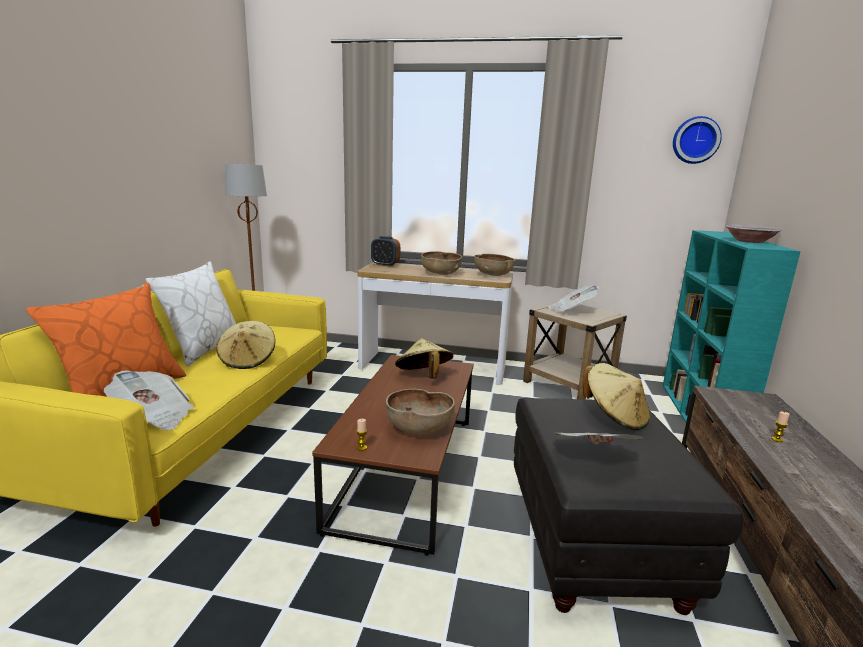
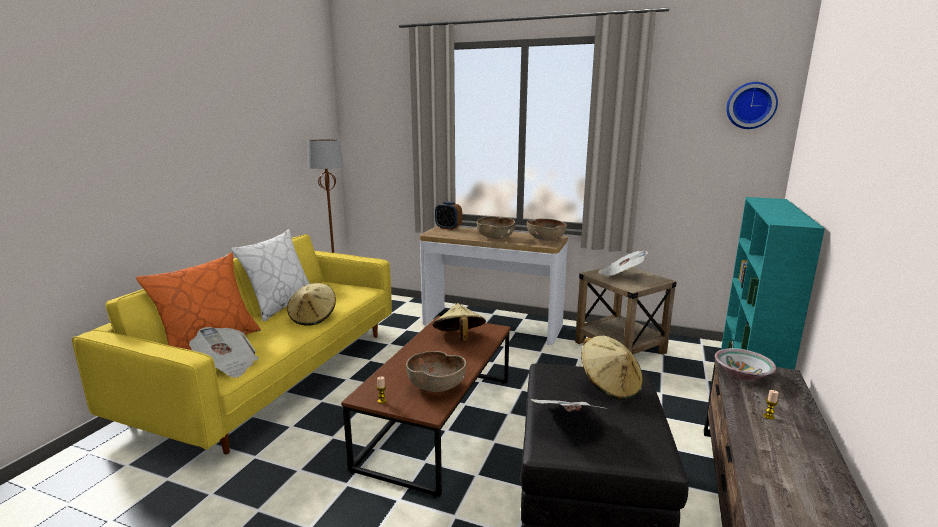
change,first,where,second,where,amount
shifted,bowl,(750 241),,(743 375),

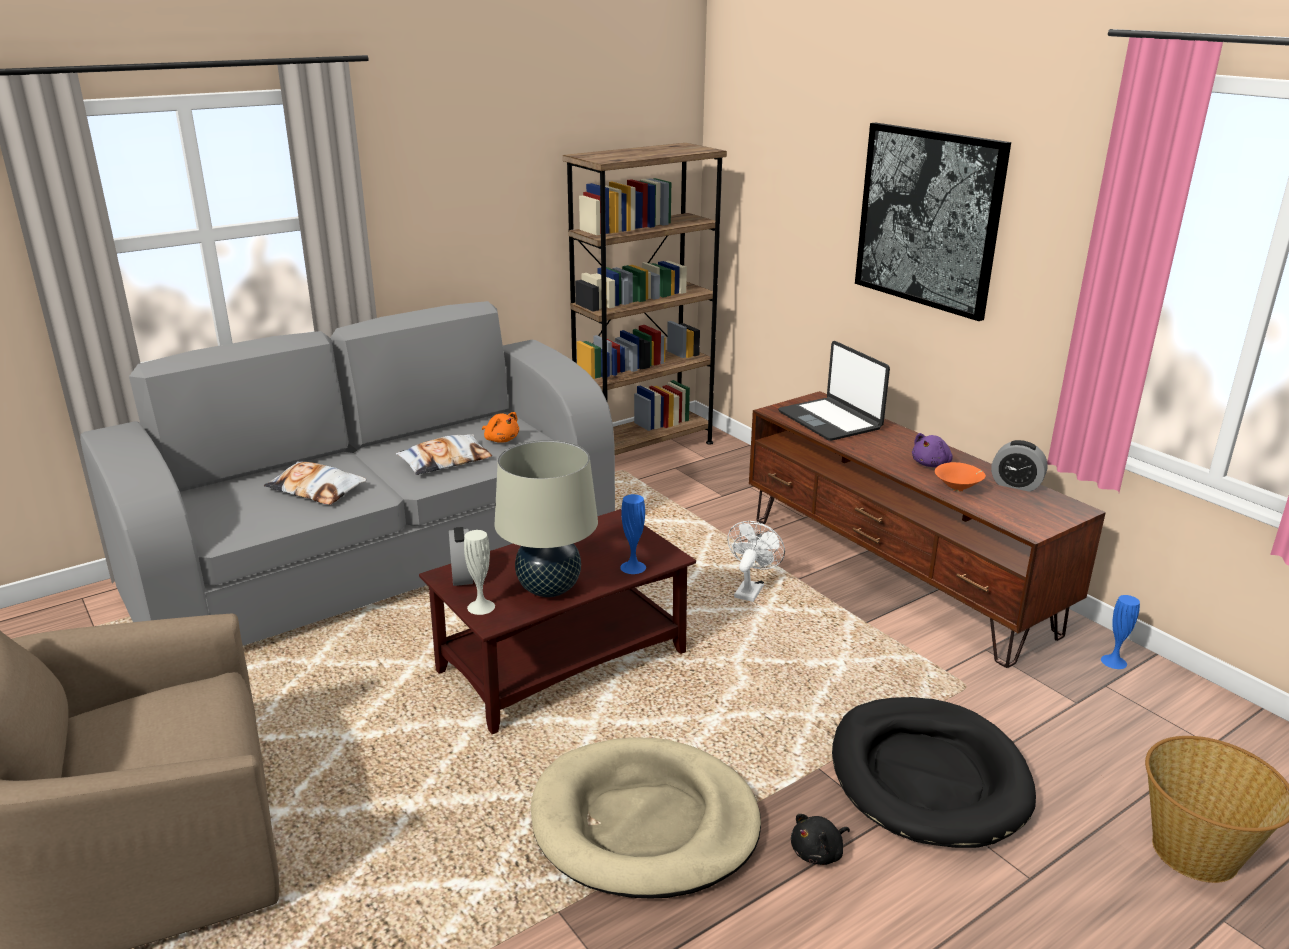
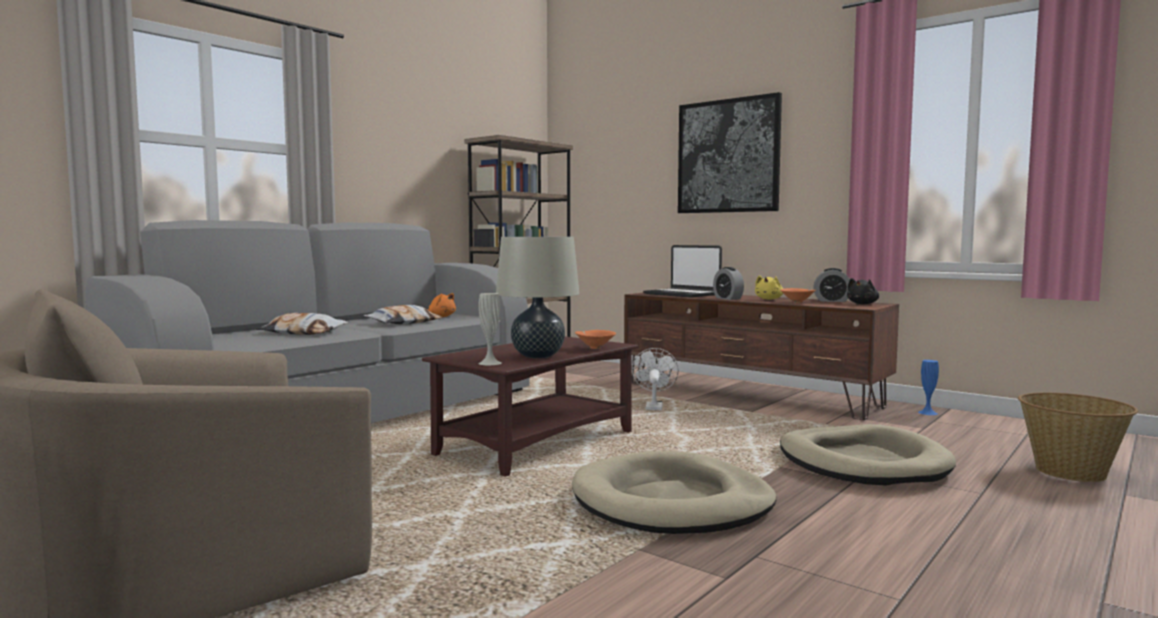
change,first,where,second,where,amount
shifted,alarm clock,(462 576),,(728 298),
shifted,black plush toy,(818 853),,(863 304),
swapped,blue vase,(633 567),orange bowl,(594 348),
repainted,black dog bed,(928 776),beige dog bed,(862 462),
repainted,purple plush toy,(931 464),yellow plush toy,(769 299),

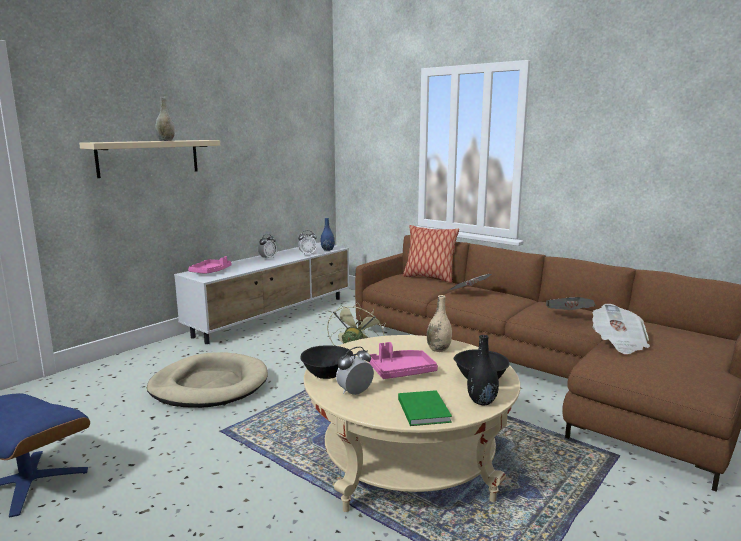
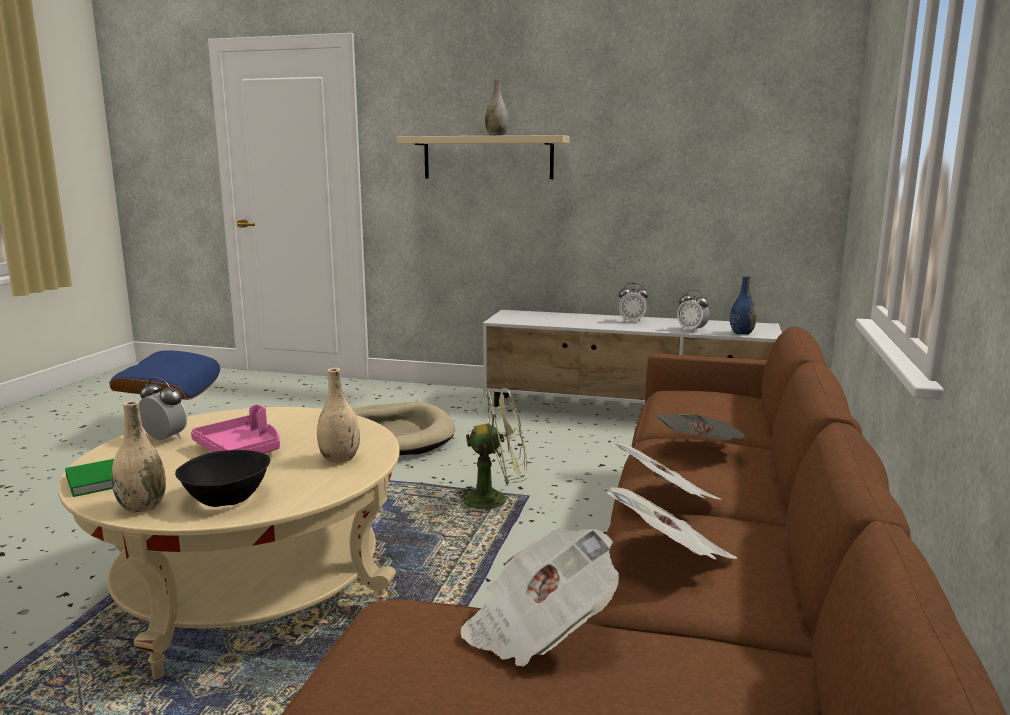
change,first,where,second,where,amount
gone,pink tray,(211 271),,,
gone,black bowl,(327 374),,,
gone,pillow,(429 278),,,
new,,,newspaper,(663 498),
repainted,black vase,(481 401),beige vase,(142 507),

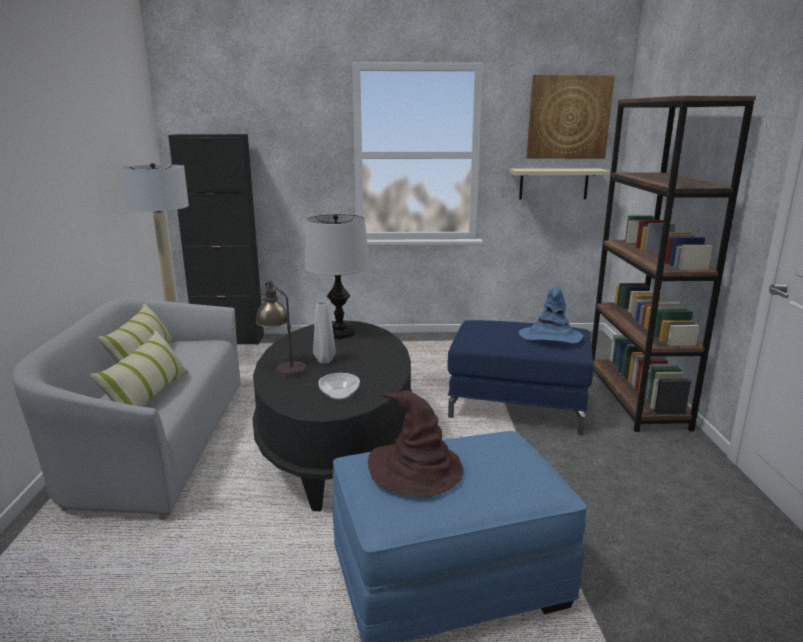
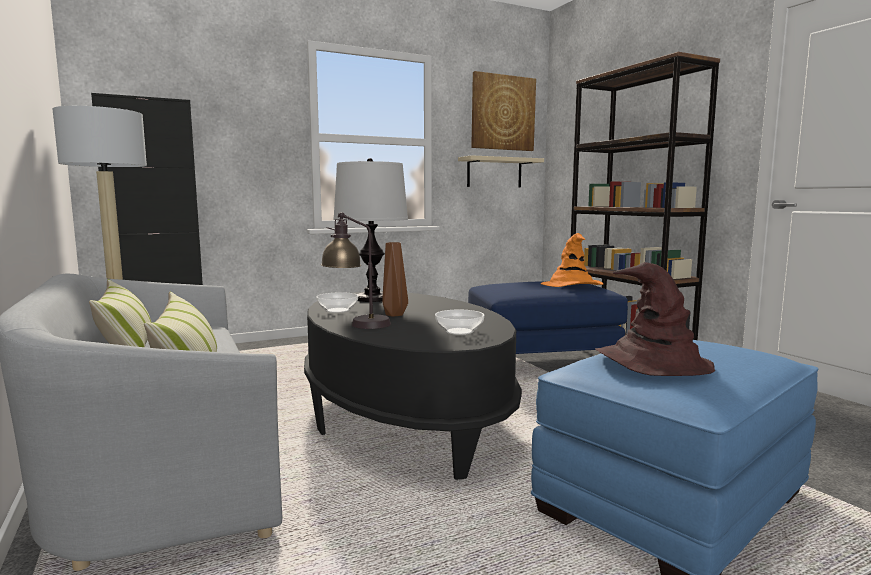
change,first,where,second,where,amount
new,,,bowl,(337 310),
repainted,grey vase,(324 361),brown vase,(393 315),
repainted,blue hat,(550 337),orange hat,(571 285),

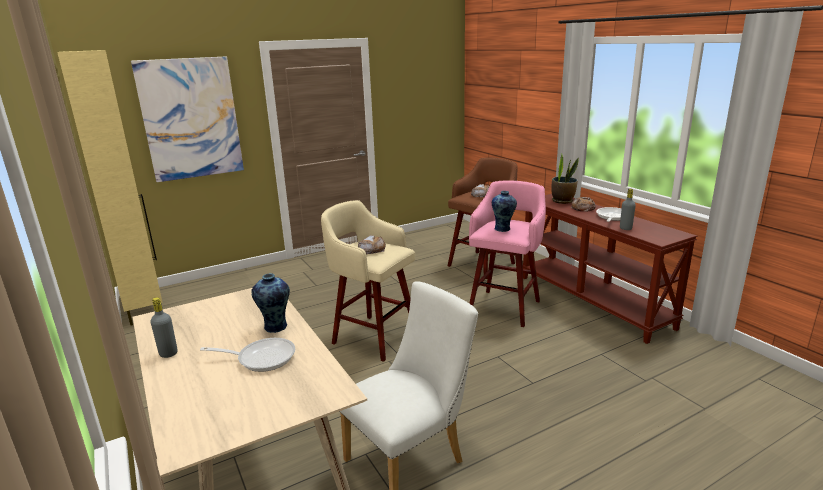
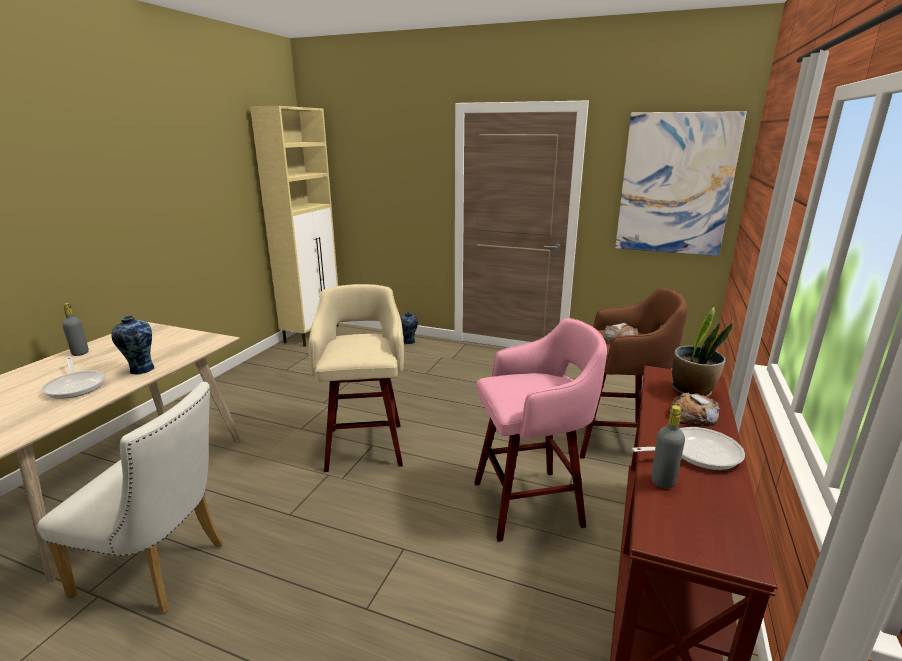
change,first,where,second,where,amount
gone,bread,(372 249),,,
shifted,picture,(191 119),,(675 184),
shifted,vase,(503 229),,(409 342),

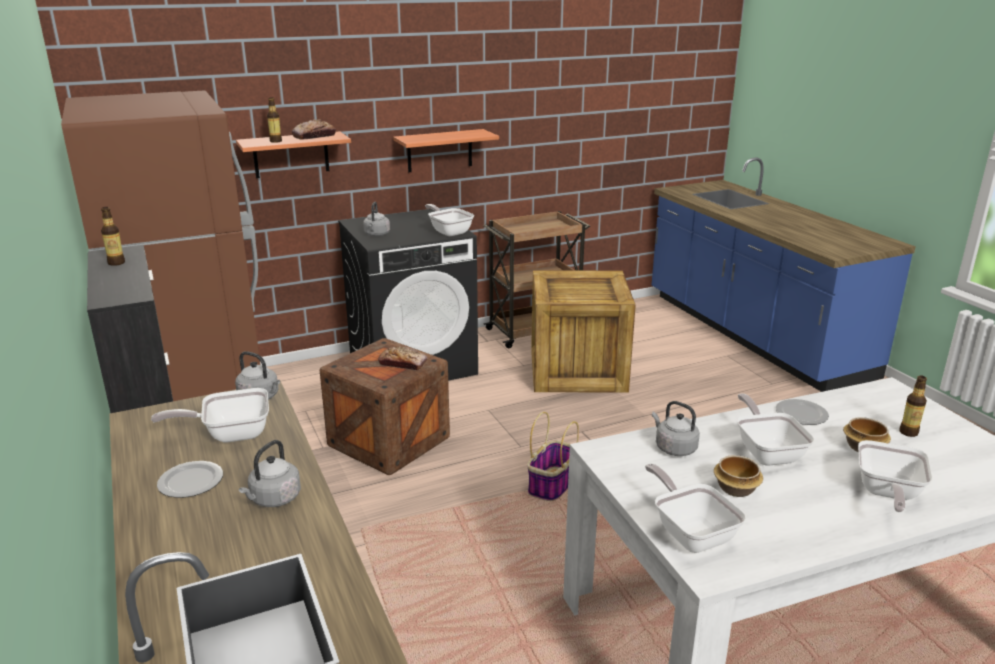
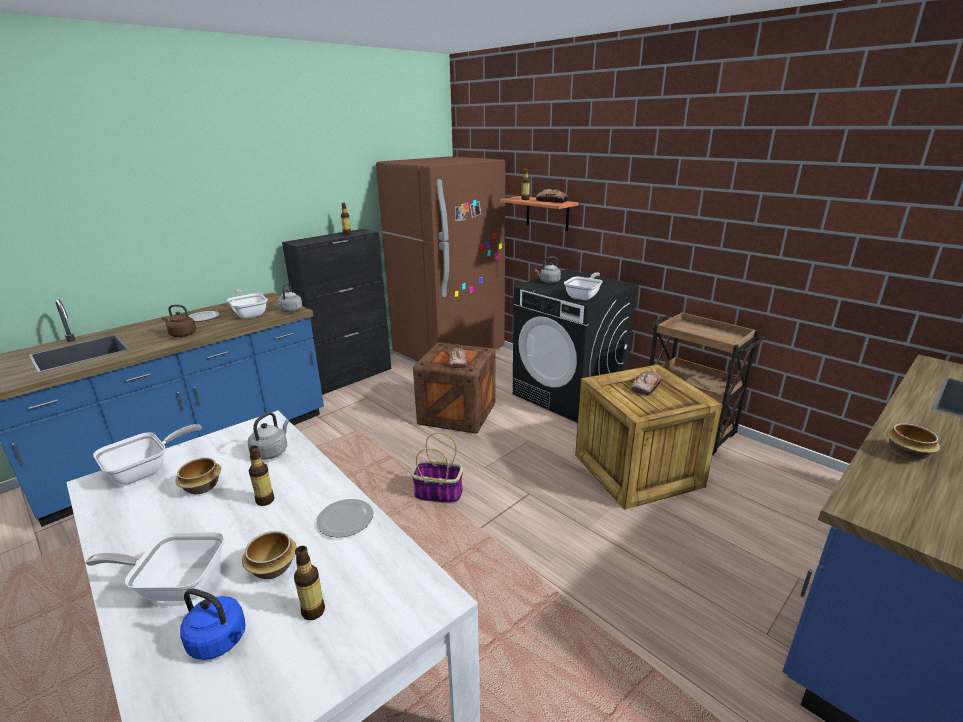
change,first,where,second,where,amount
gone,shelf,(439 150),,,
new,,,blue kettle,(220 641),
new,,,bread,(646 387),
new,,,bowl,(907 453),
swapped,frying pan,(767 451),bottle,(265 500),
repainted,grey kettle,(273 499),brown kettle,(181 334),

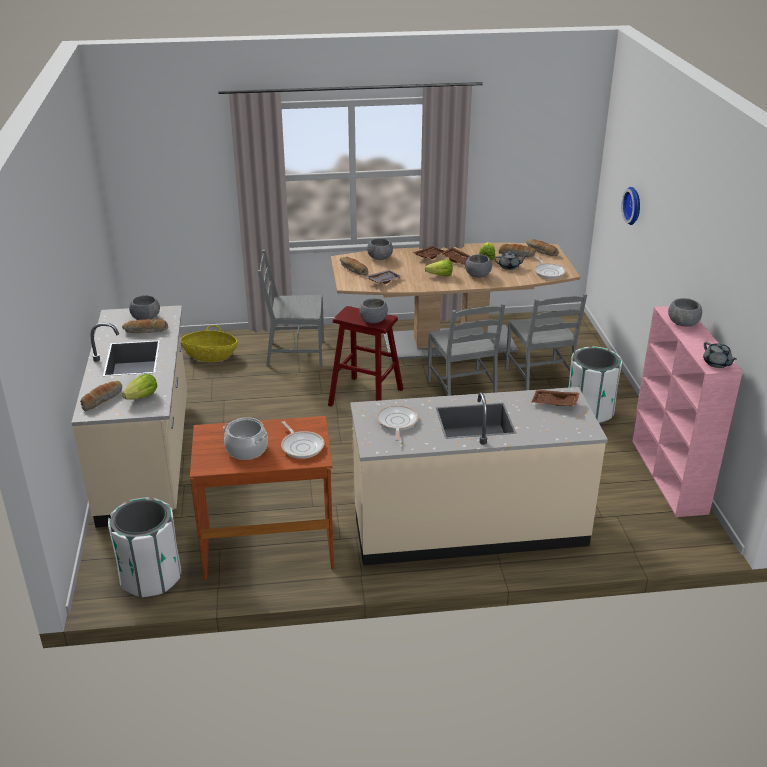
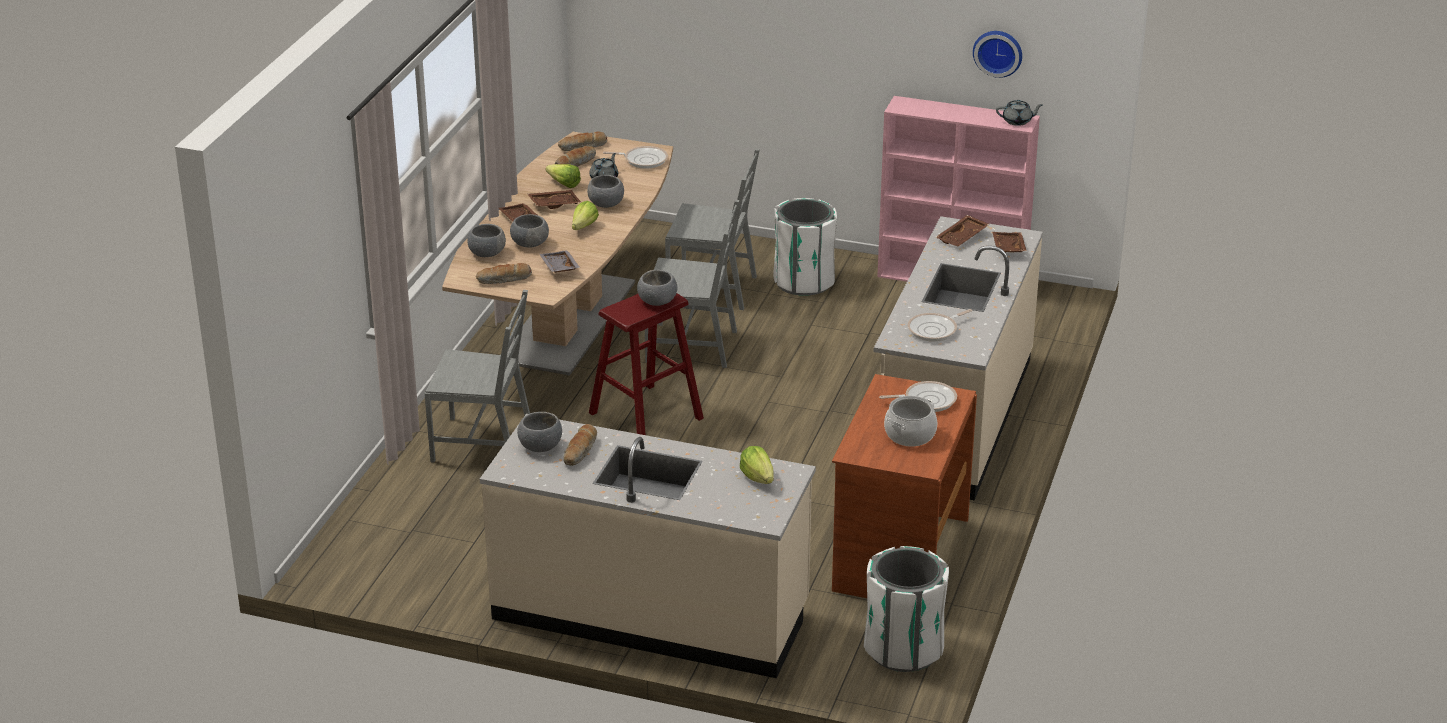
change,first,where,second,where,amount
gone,bread,(102 399),,,
gone,basket,(210 355),,,
new,,,brown tray,(1007 248),
shifted,wall clock,(634 205),,(998 52),
shifted,grey bowl,(682 323),,(529 243),
rotated,grey chair,(295 353),,(483 443),105 degrees counterclockwise
rotated,frying pan,(397 422),,(935 330),60 degrees counterclockwise

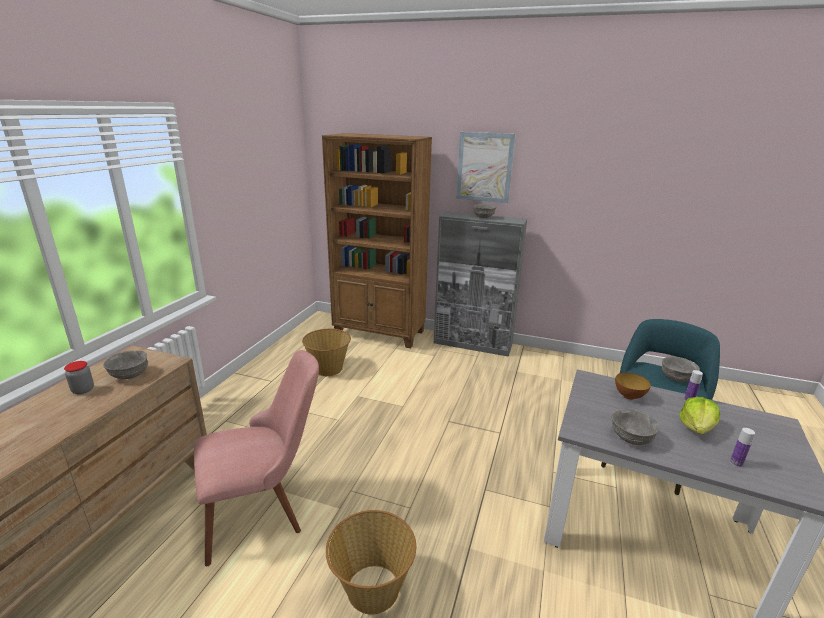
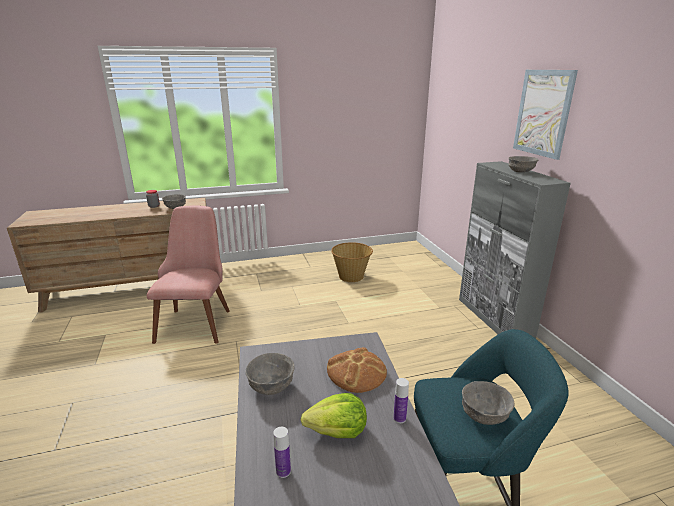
change,first,where,second,where,amount
gone,brown bookcase,(379 333),,,
gone,basket,(372 588),,,
swapped,bowl,(629 396),bread,(356 372),
rotated,pink chair,(265 508),,(197 320),120 degrees counterclockwise

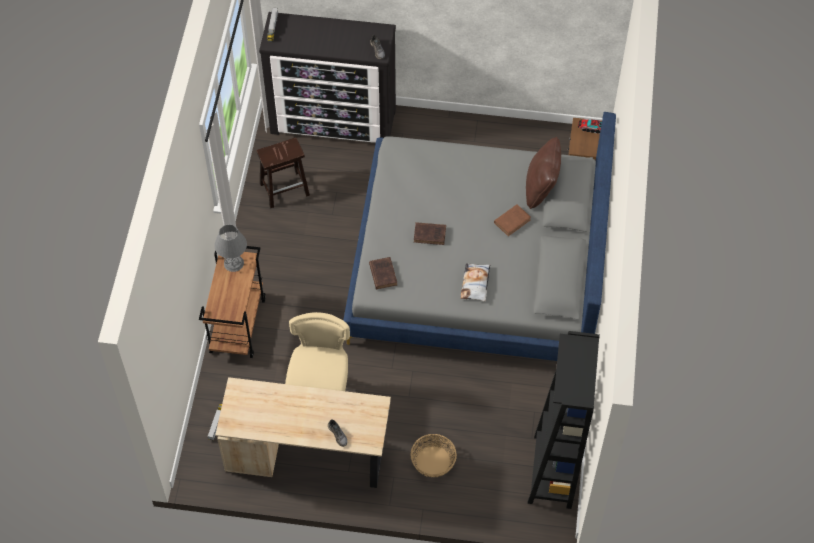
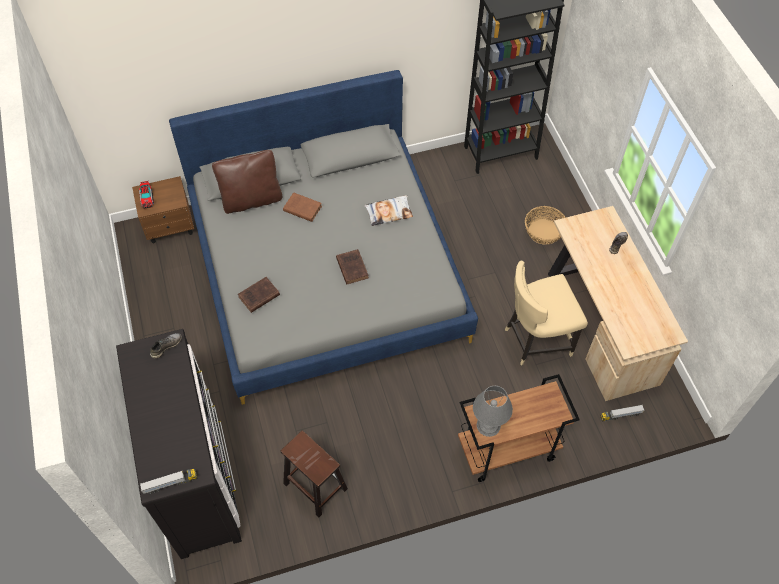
change,first,where,second,where,amount
shifted,brown book,(383 273),,(258 296),

